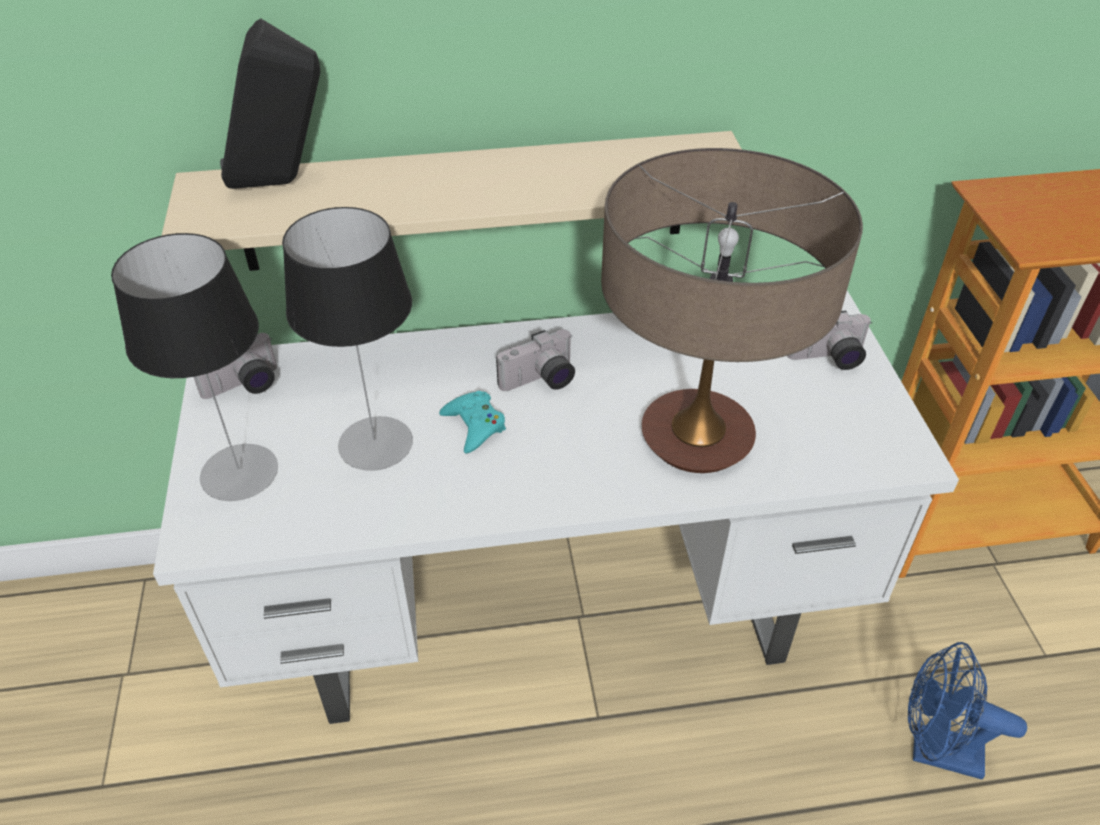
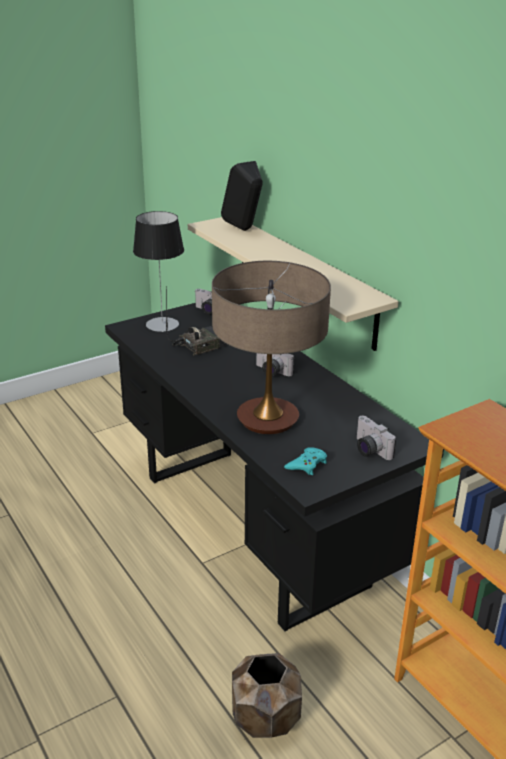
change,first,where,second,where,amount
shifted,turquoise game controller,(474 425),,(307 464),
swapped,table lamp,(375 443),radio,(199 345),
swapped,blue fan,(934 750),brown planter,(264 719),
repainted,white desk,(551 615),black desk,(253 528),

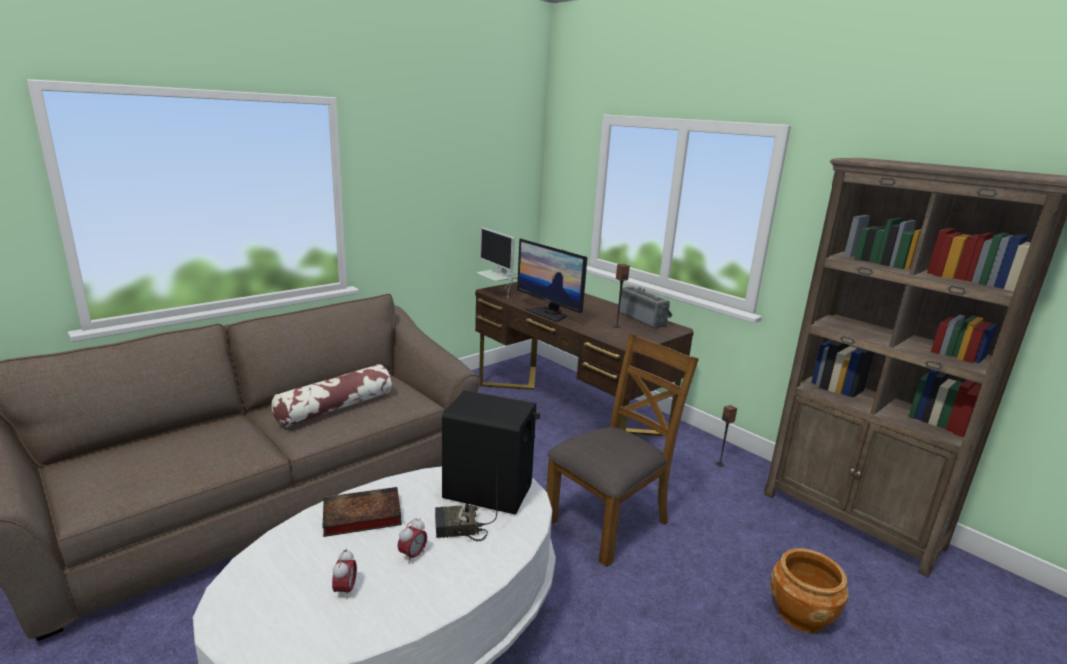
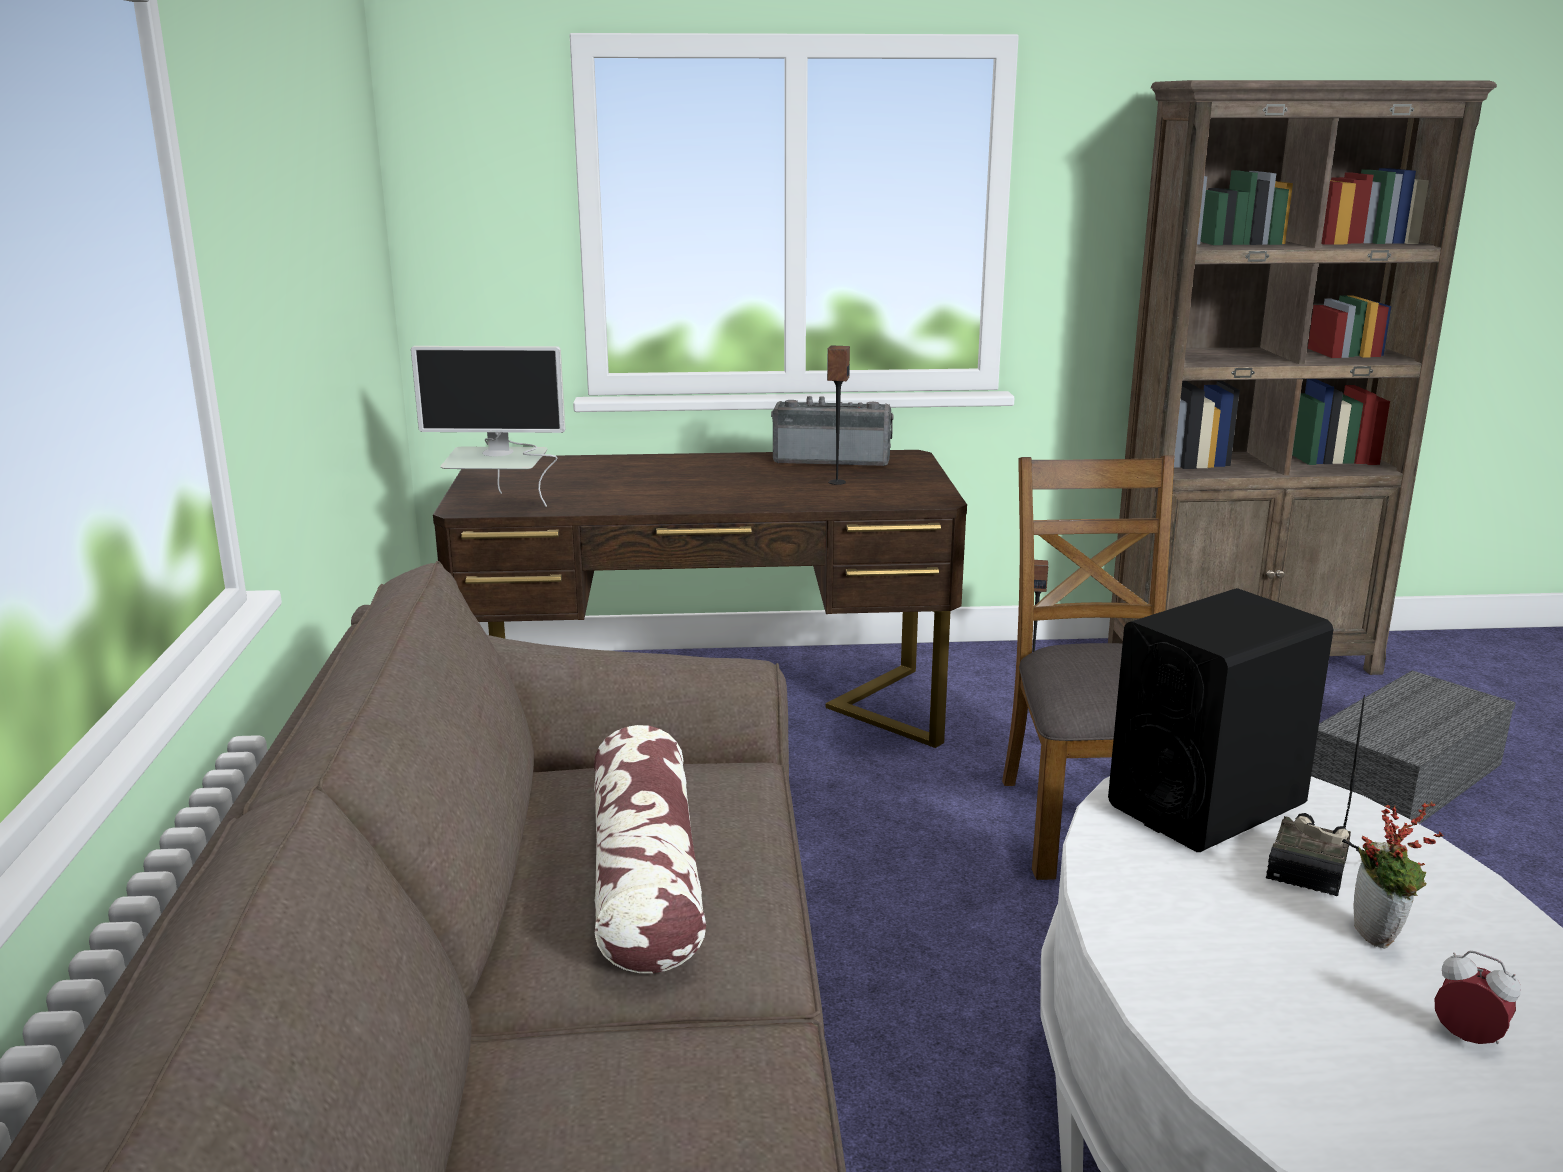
change,first,where,second,where,amount
gone,book,(360 516),,,
gone,monitor,(549 314),,,
swapped,alarm clock,(412 555),potted plant,(1381 936),
swapped,brown planter,(801 614),grey storage box,(1405 779),

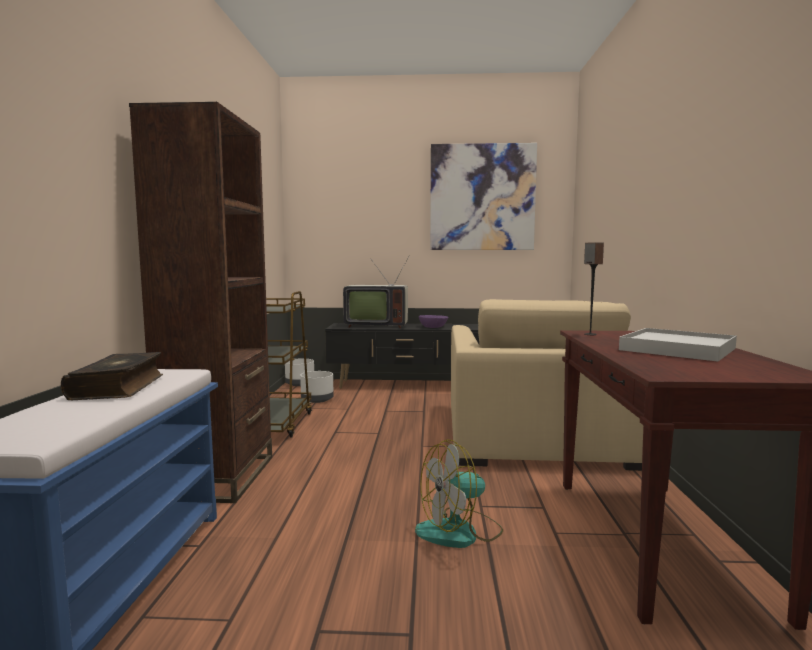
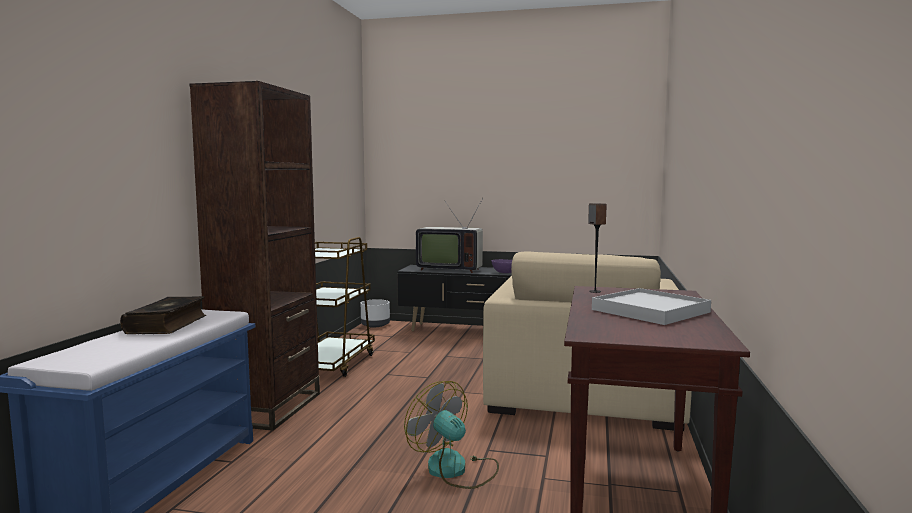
change,first,where,second,where,amount
gone,white planter,(317 399),,,
gone,picture,(482 197),,,
rotated,fan,(460 532),,(455 470),60 degrees clockwise

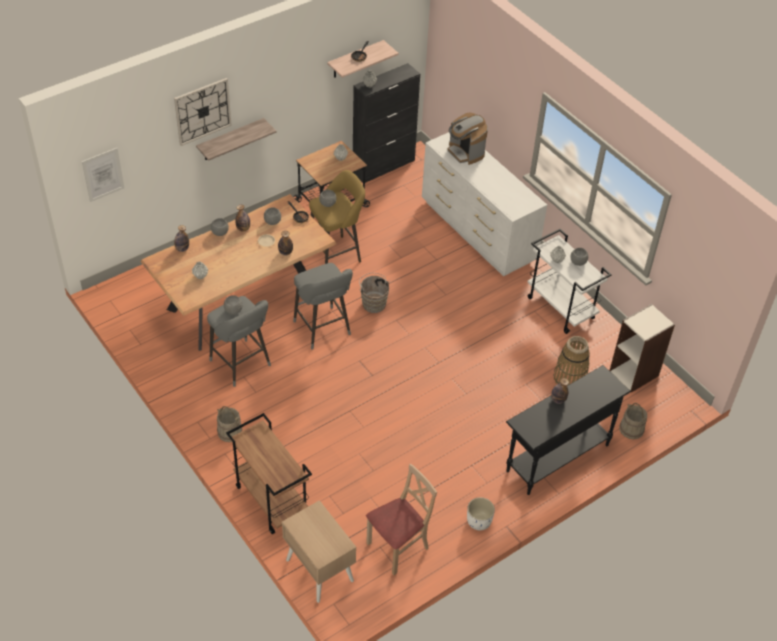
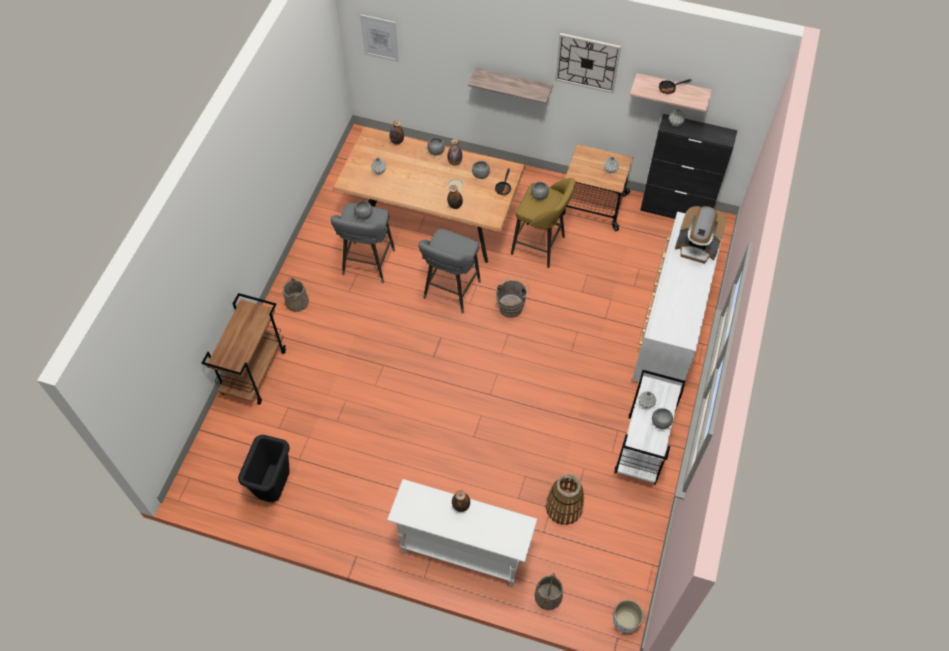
change,first,where,second,where,amount
gone,beige nightstand,(319 570),,,
gone,bookcase,(634 373),,,
shifted,wall clock,(202 111),,(587 62),
shifted,white planter,(479 521),,(626 621),
swapped,beige chair,(398 547),black trash can,(274 488),
repainted,black console table,(557 458),white console table,(462 552),
rotated,coffee machine,(465 152),,(696 247),90 degrees counterclockwise

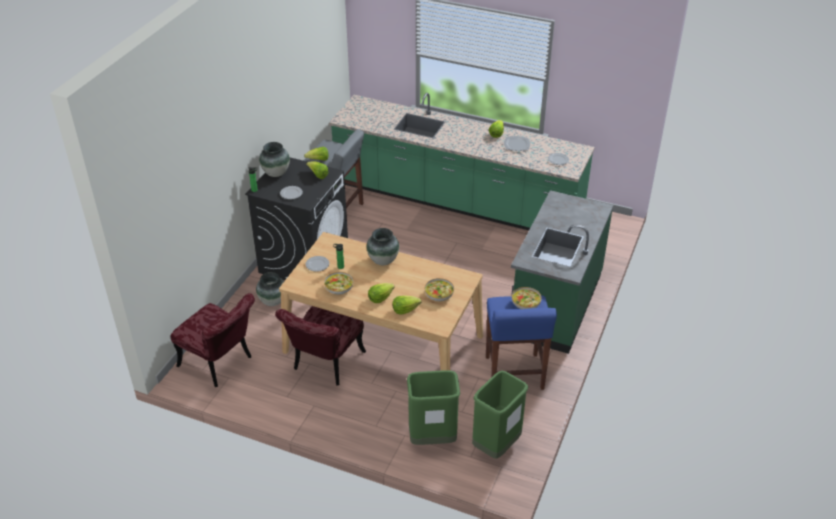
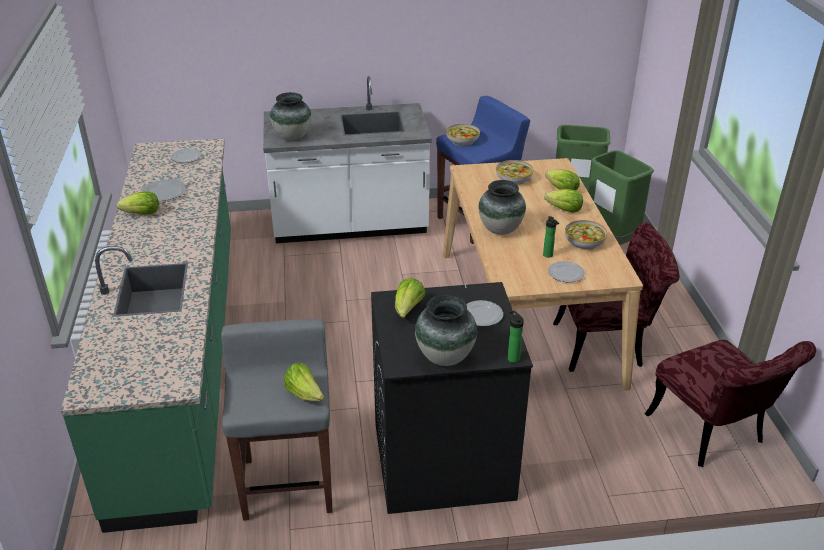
change,first,where,second,where,amount
shifted,vase,(273 302),,(292 137),
repainted,green counter,(555 304),white counter,(350 226),
rotated,red chair,(221 364),,(712 435),150 degrees clockwise

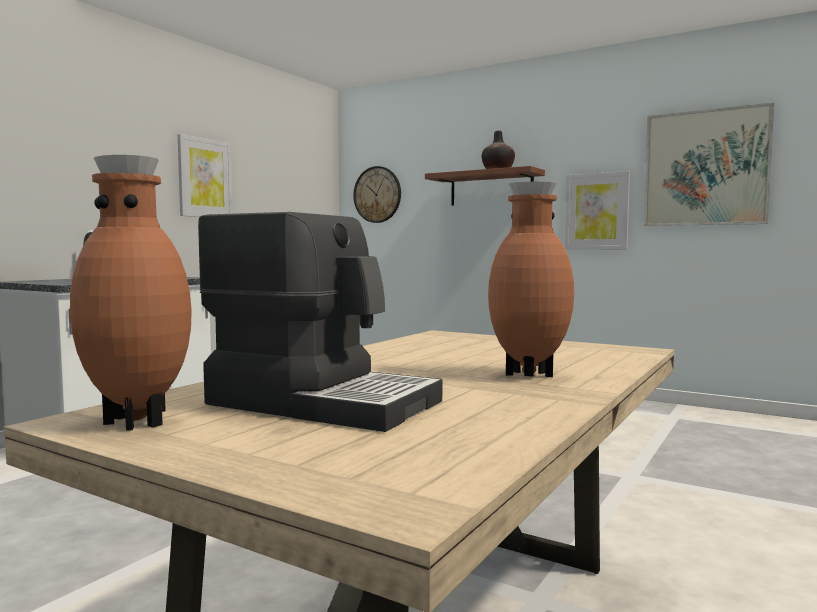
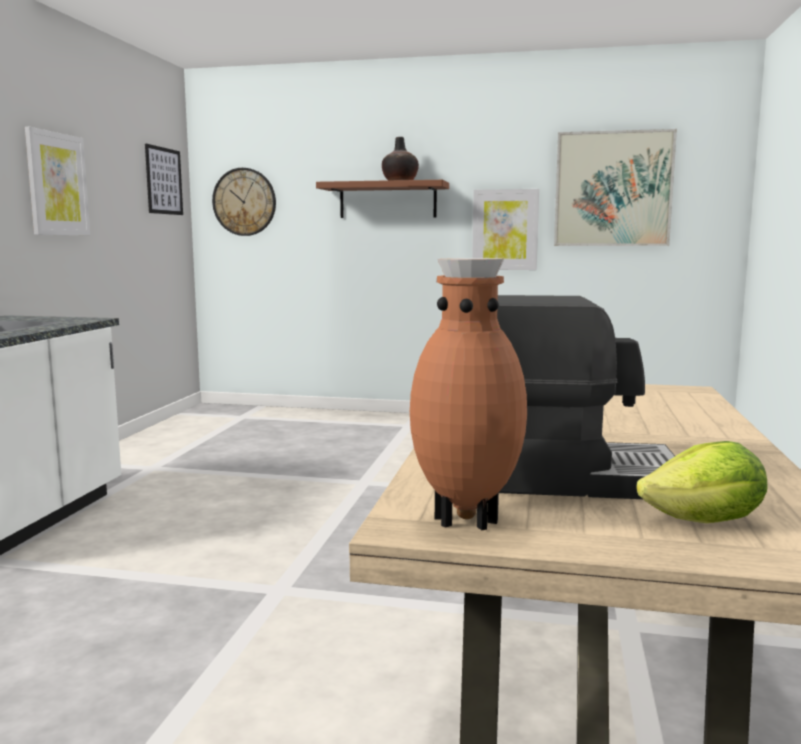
change,first,where,second,where,amount
gone,brown vase,(528 375),,,
new,,,picture,(164 181),
new,,,lettuce,(705 522),

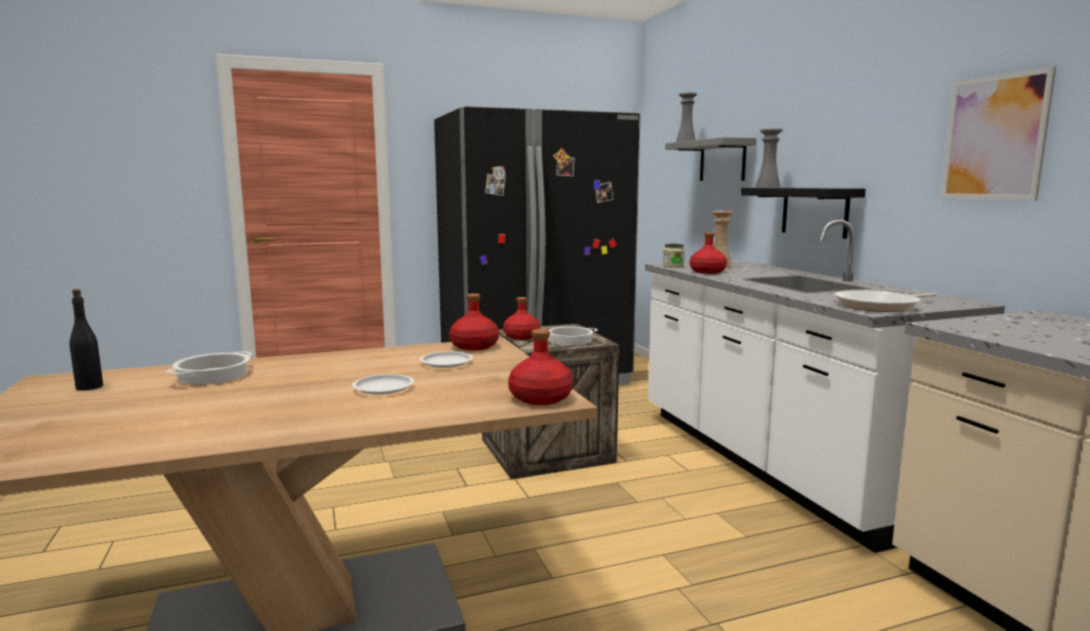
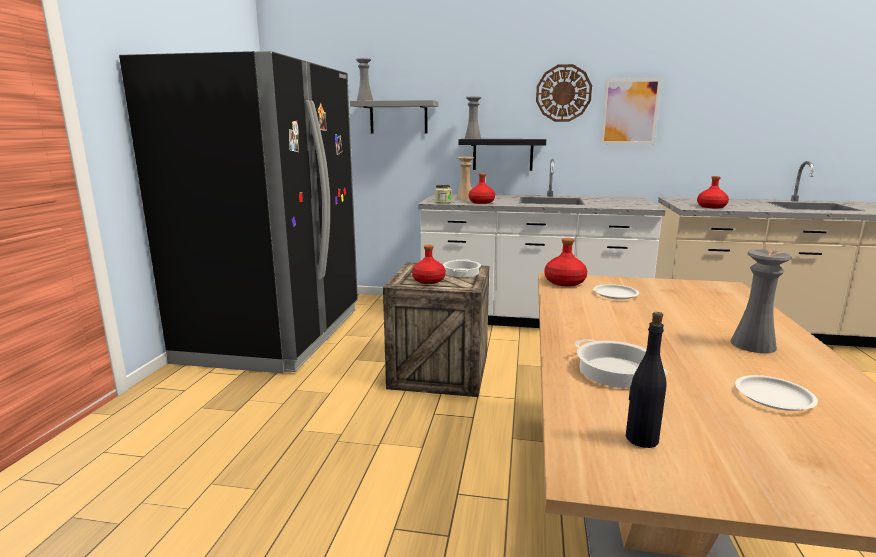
change,first,where,second,where,amount
gone,frying pan,(880 306),,,
new,,,wall clock,(563 93),
new,,,grey vase,(753 345),
shifted,white plate,(383 388),,(773 397),
shifted,red bottle,(541 398),,(711 207),

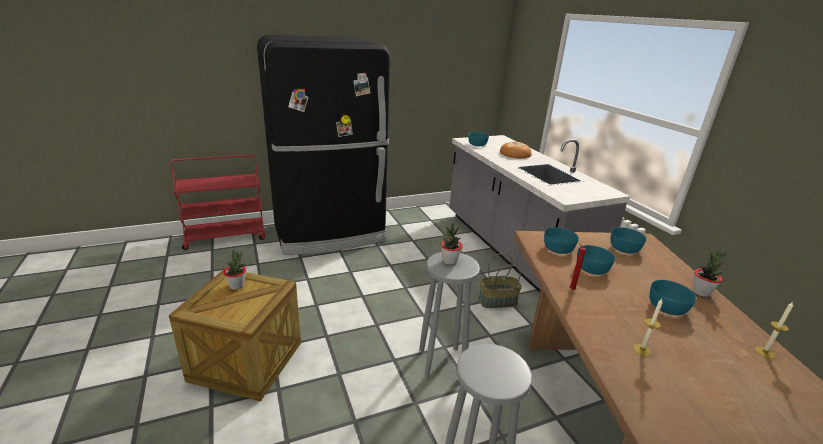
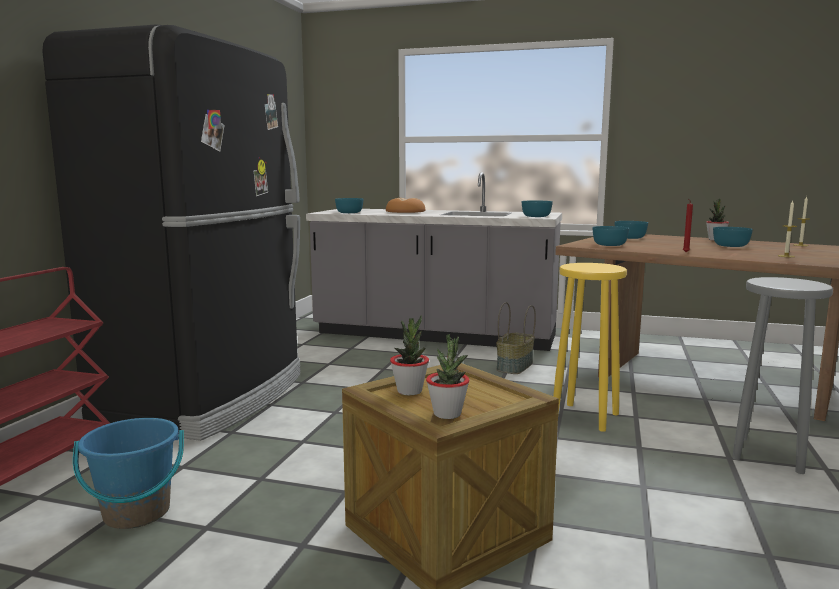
change,first,where,second,where,amount
new,,,blue bucket,(136 513),
shifted,potted plant,(449 261),,(447 414),
shifted,turquoise bowl,(591 268),,(536 216),
repainted,grey stool,(441 361),yellow stool,(584 417),

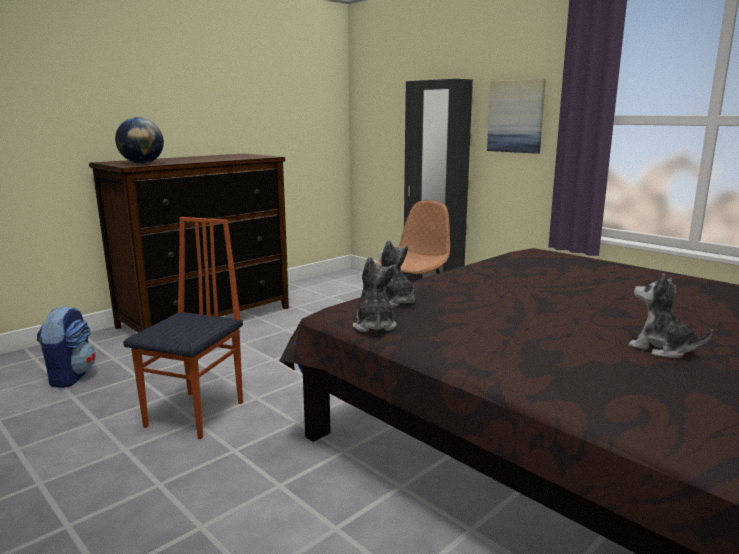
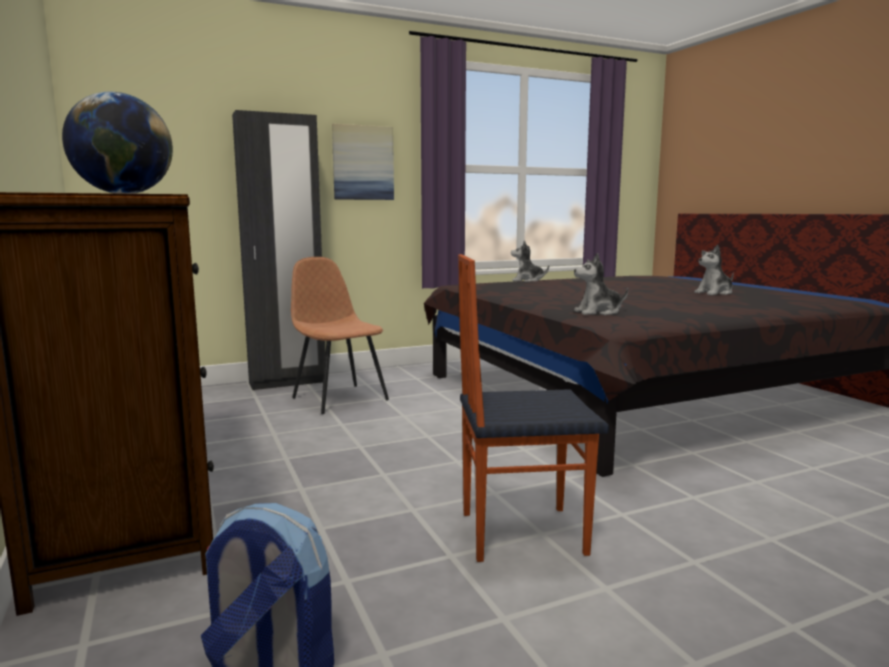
change,first,where,second,where,amount
shifted,plush toy,(374 325),,(527 281),
rotated,chair,(197 414),,(520 532),45 degrees counterclockwise

